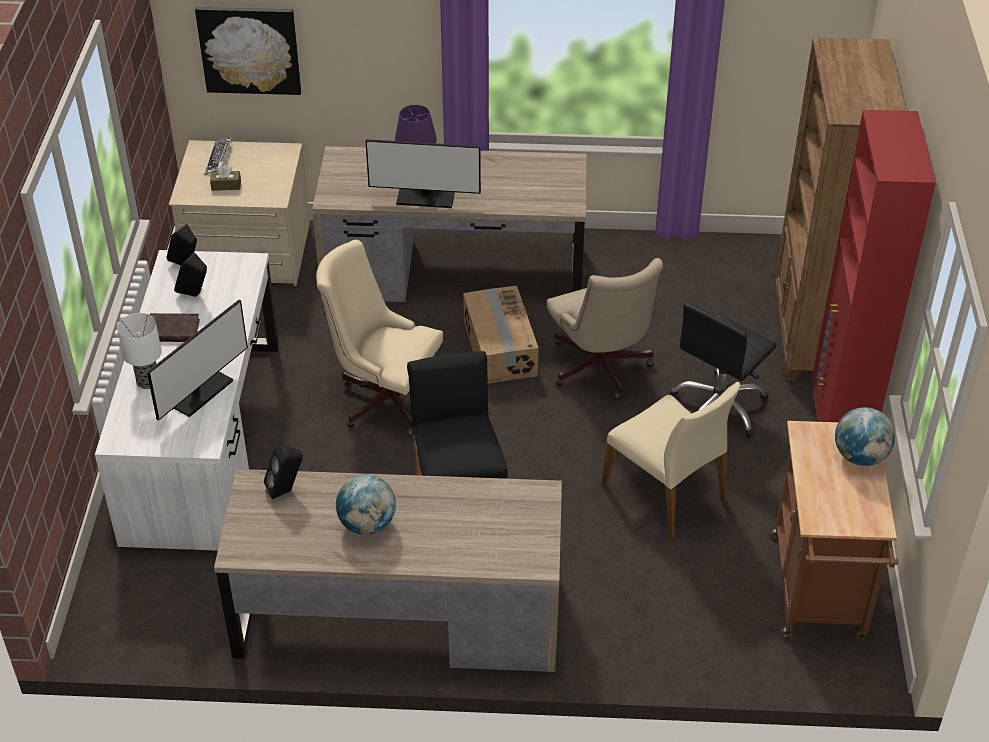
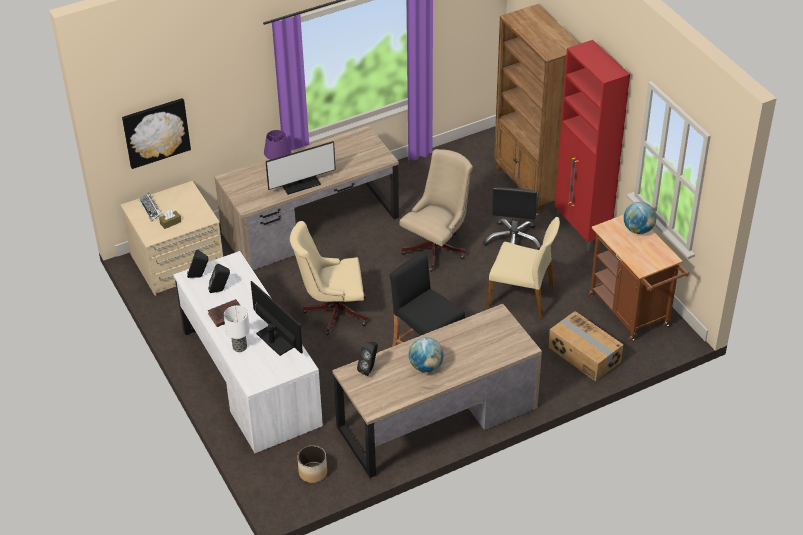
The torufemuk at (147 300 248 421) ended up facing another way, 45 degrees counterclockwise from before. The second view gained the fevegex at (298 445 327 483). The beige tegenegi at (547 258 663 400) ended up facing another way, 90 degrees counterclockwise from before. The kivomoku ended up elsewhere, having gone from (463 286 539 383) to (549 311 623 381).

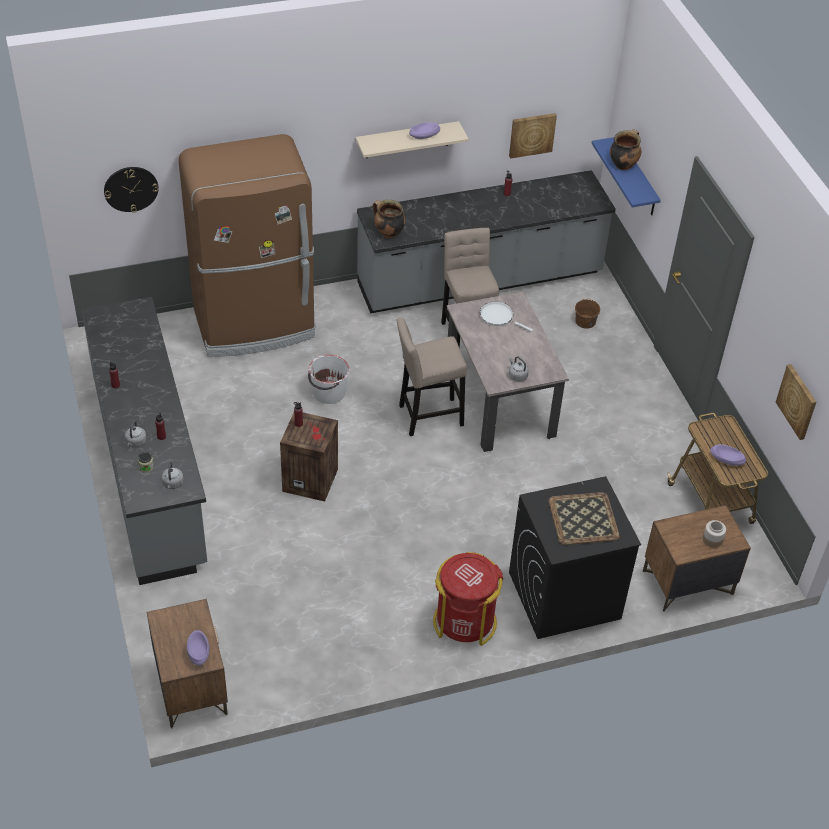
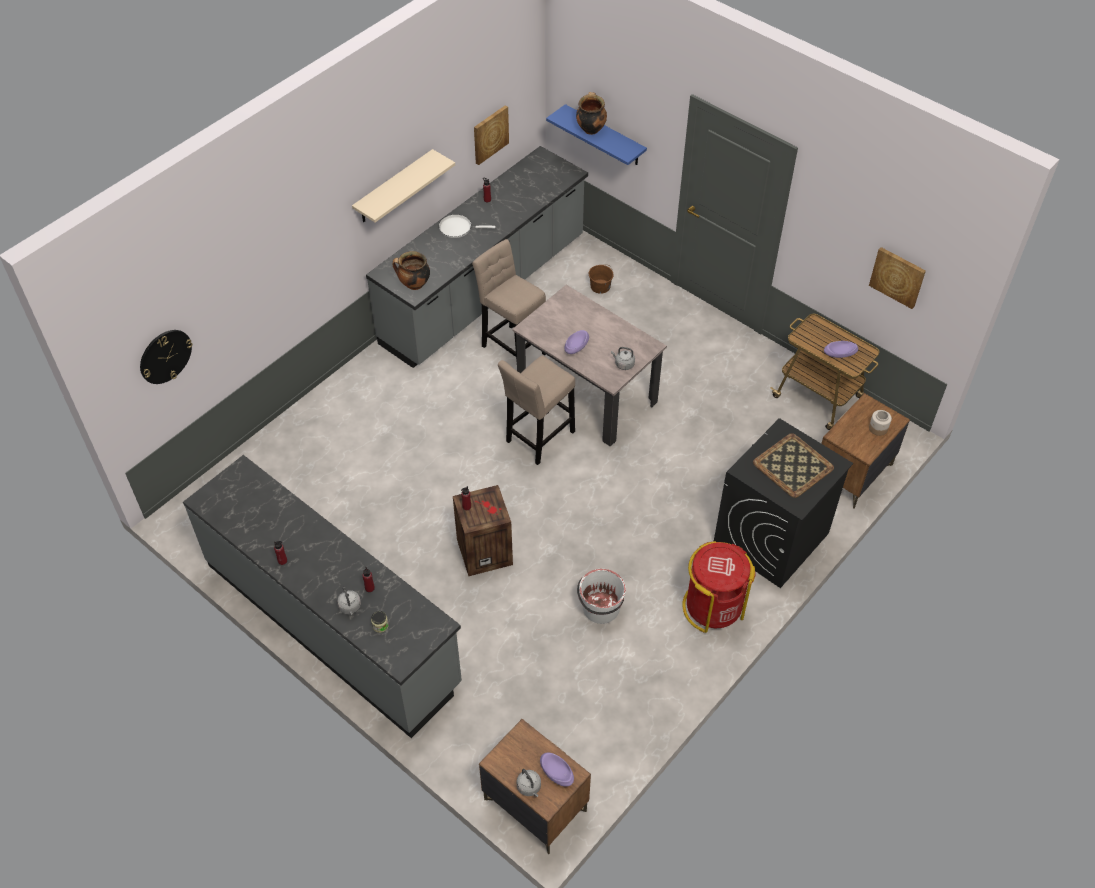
The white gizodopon ended up elsewhere, having gone from (480 302 533 332) to (439 214 495 238). The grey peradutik ended up elsewhere, having gone from (161 462 184 489) to (517 769 541 797). The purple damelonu ended up elsewhere, having gone from (409 123 440 139) to (565 330 589 354). The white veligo ended up elsewhere, having gone from (308 355 350 404) to (577 569 626 624). The second view lost the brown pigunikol at (178 134 316 357).

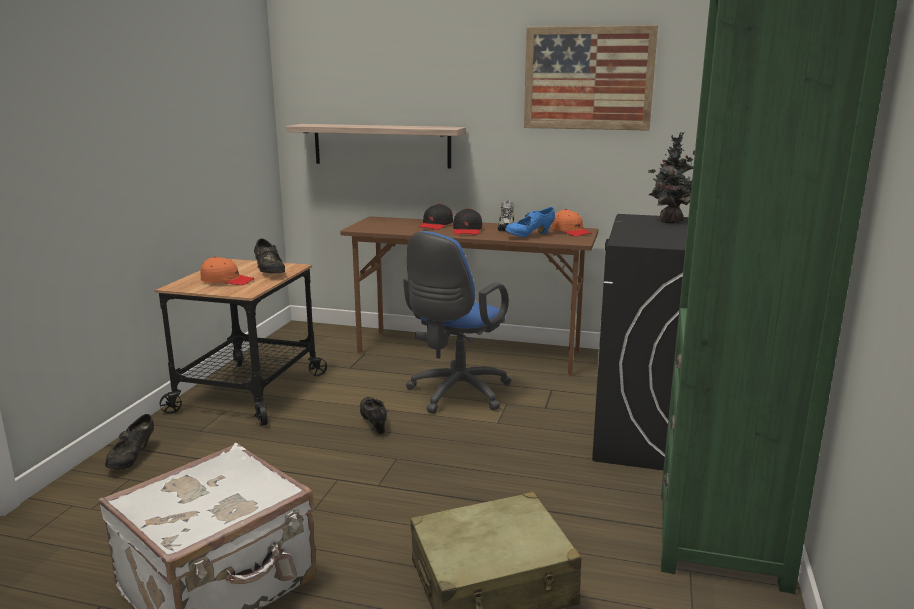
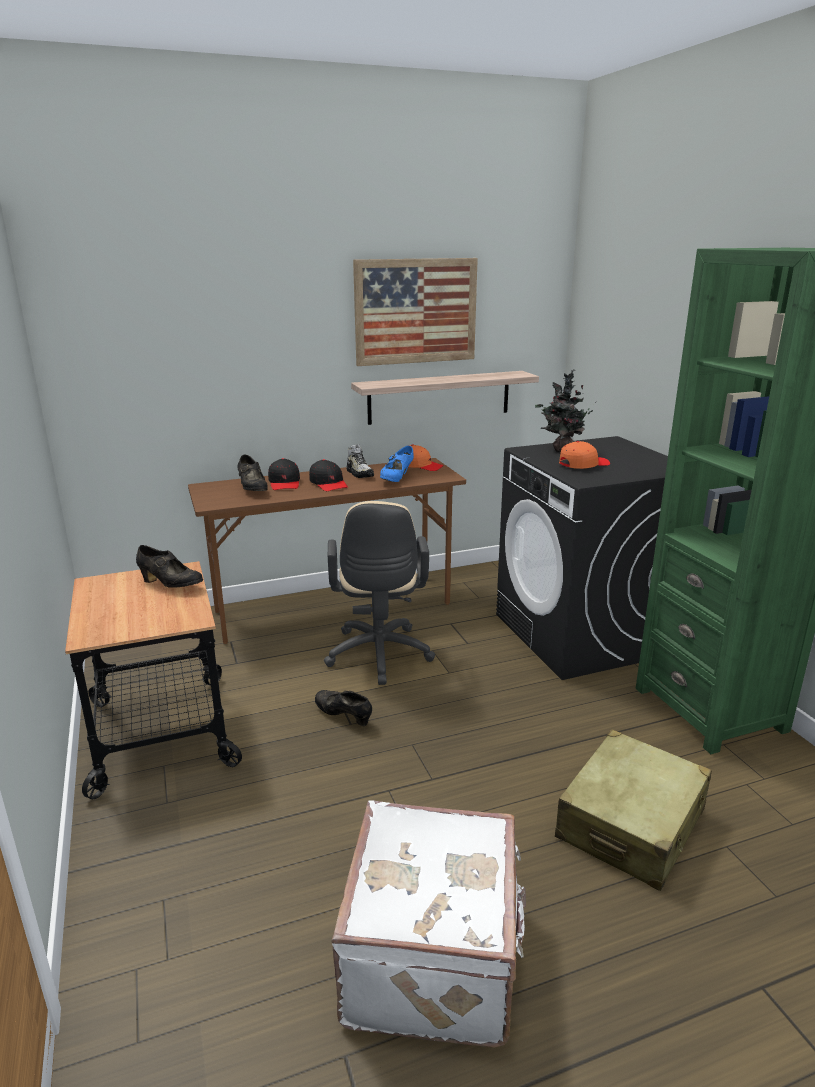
The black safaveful ended up elsewhere, having gone from (105 414 154 470) to (237 455 268 491). What was the blue tegenegi at (403 231 512 414) turned into the beige tegenegi at (324 501 435 685). The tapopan ended up elsewhere, having gone from (286 124 466 168) to (351 371 539 425). The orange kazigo ended up elsewhere, having gone from (200 257 254 285) to (559 441 610 469).

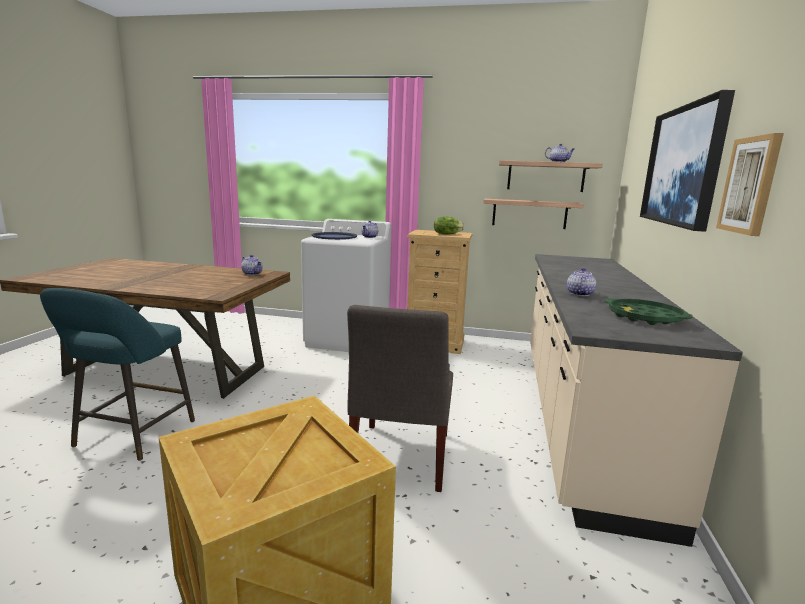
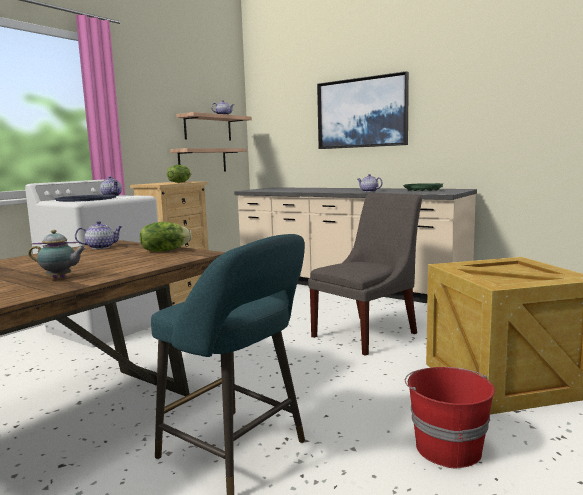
The second view gained the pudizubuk at (28 230 86 278). The second view gained the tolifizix at (140 222 192 252). The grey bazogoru at (347 305 453 492) ended up facing another way, 75 degrees counterclockwise from before. The second view gained the red veligo at (405 367 495 469). The second view lost the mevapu at (716 133 784 236).

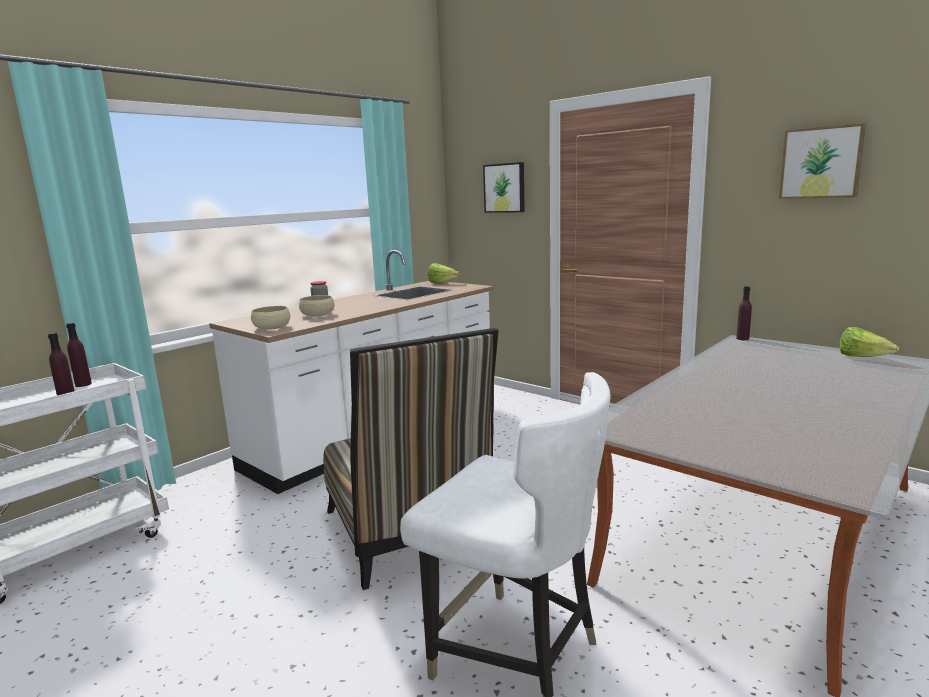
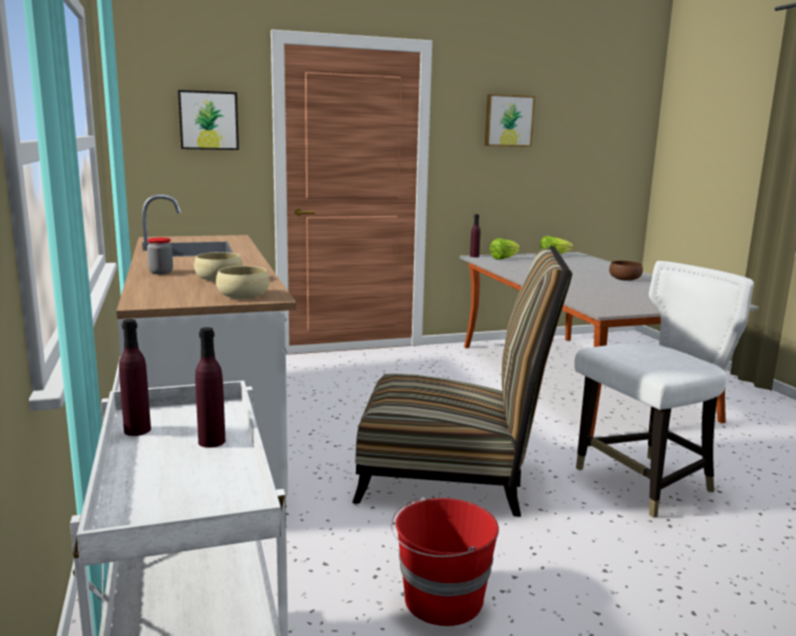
The second view gained the red veligo at (391 497 499 626). The tolifizix ended up elsewhere, having gone from (428 263 460 283) to (490 238 520 260). The second view gained the brown damelonu at (609 261 643 281).

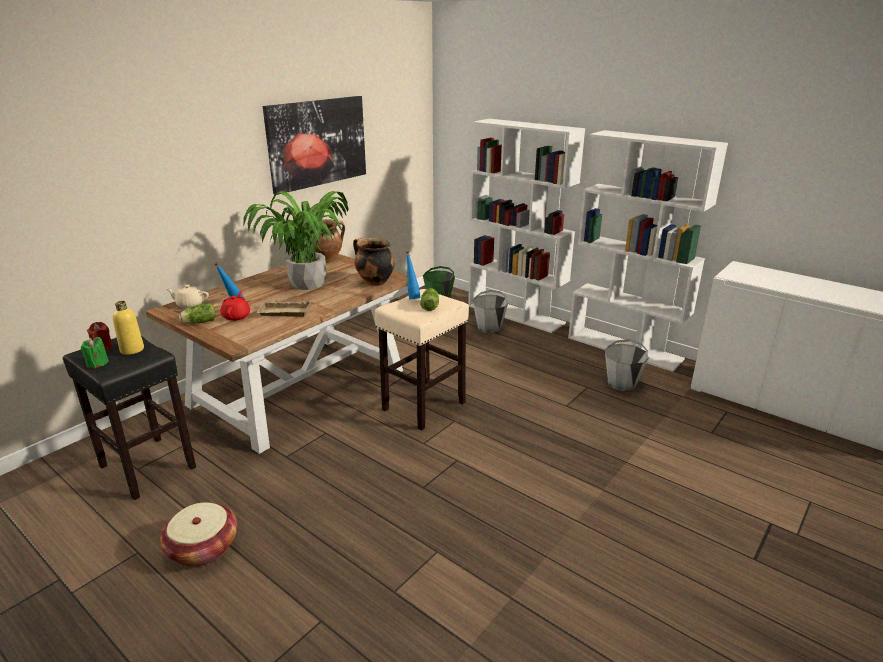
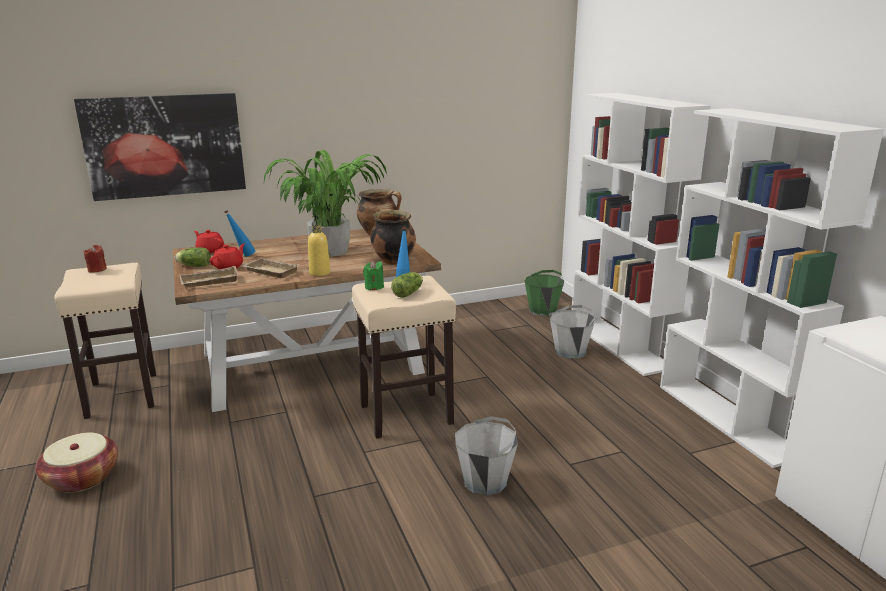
What was the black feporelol at (63 336 196 500) turned into the beige feporelol at (54 263 156 419). The mevapu ended up elsewhere, having gone from (263 96 366 195) to (74 93 246 201). The second view gained the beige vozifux at (179 266 239 288). What was the beige pudizubuk at (165 285 209 309) turned into the red pudizubuk at (194 230 224 253). The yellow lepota ended up elsewhere, having gone from (113 301 144 355) to (308 225 331 276). The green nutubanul ended up elsewhere, having gone from (81 337 109 368) to (363 261 384 291). The grey veligo ended up elsewhere, having gone from (605 339 649 391) to (455 416 518 496).

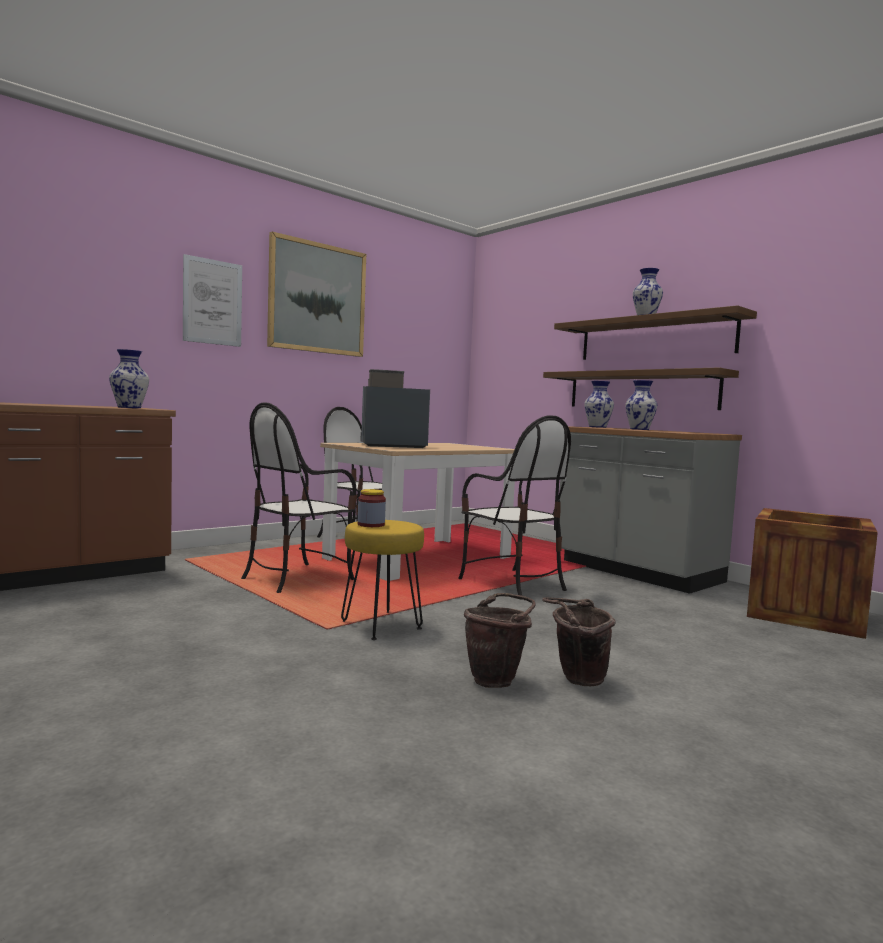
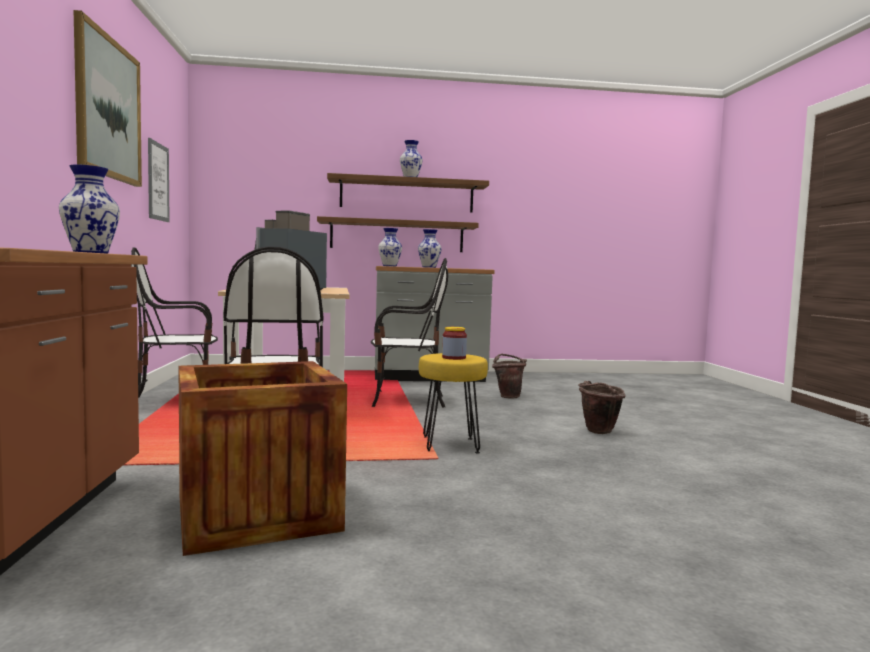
The mevapu ended up elsewhere, having gone from (183 254 242 347) to (148 138 170 222). The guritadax ended up elsewhere, having gone from (747 508 878 639) to (178 361 347 556). The brown veligo ended up elsewhere, having gone from (464 593 536 688) to (492 354 527 399).

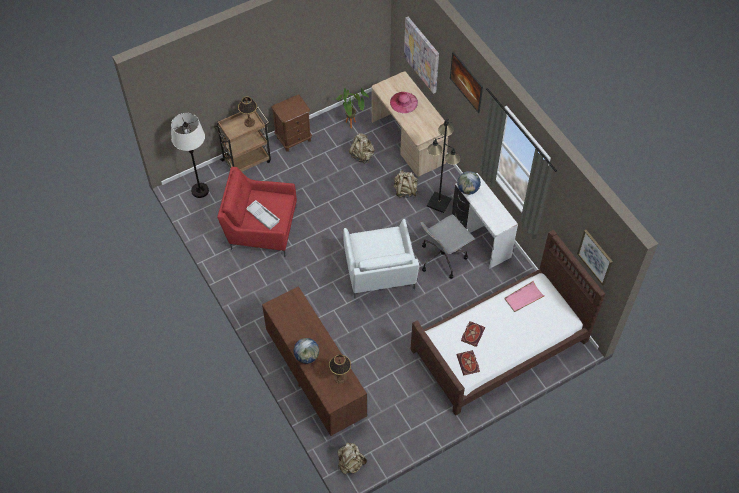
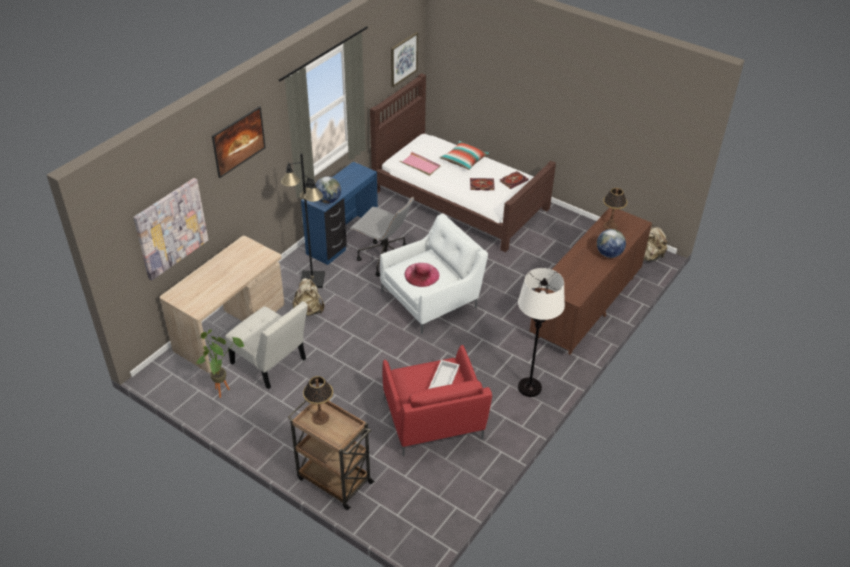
Where the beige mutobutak stood at (349 133 374 164), the white bazogoru came to stand at (225 301 308 389). What was the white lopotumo at (452 173 518 269) turned into the blue lopotumo at (301 161 378 265). The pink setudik ended up elsewhere, having gone from (390 92 418 113) to (405 263 439 287). The second view gained the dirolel at (440 141 489 170). The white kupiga ended up elsewhere, having gone from (171 113 209 198) to (518 268 565 397). The second view lost the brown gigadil at (272 94 312 152).

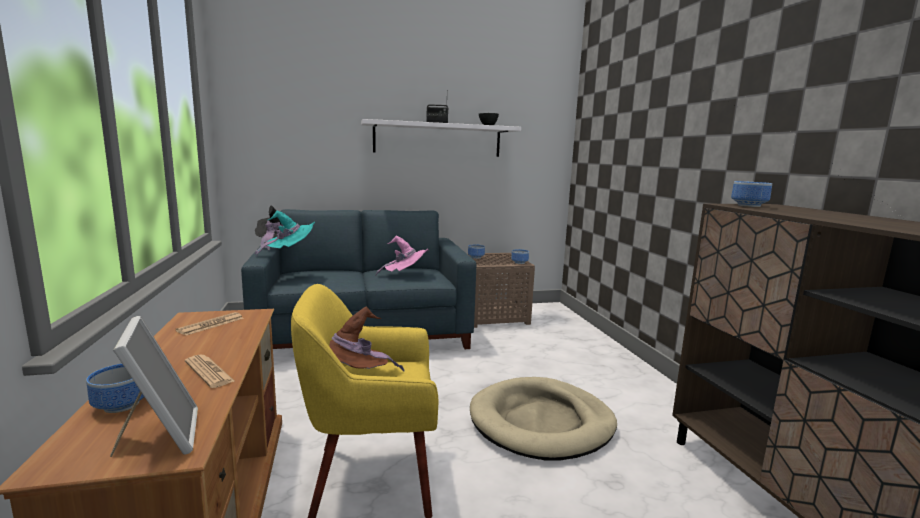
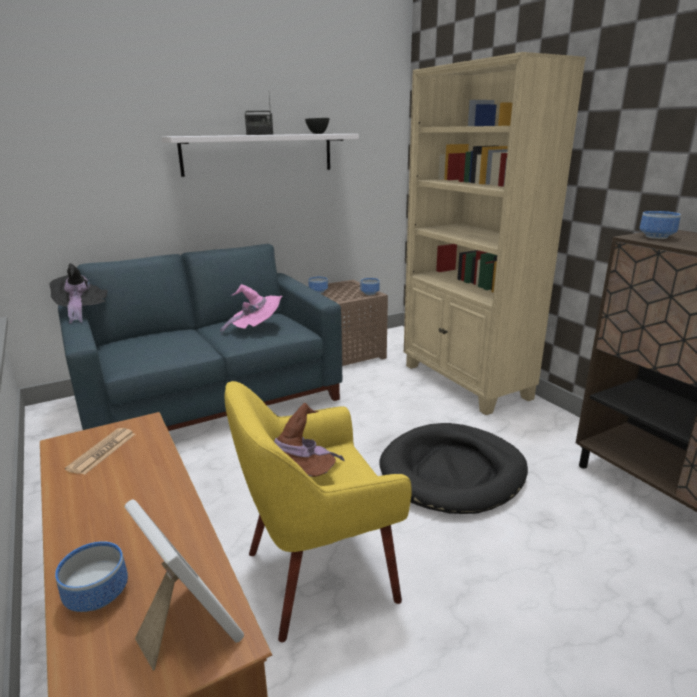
What was the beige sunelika at (470 377 617 460) turned into the black sunelika at (380 423 528 514). The second view gained the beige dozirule at (404 52 586 415). The second view lost the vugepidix at (185 355 234 388). The second view lost the turquoise setudik at (255 210 315 256).

